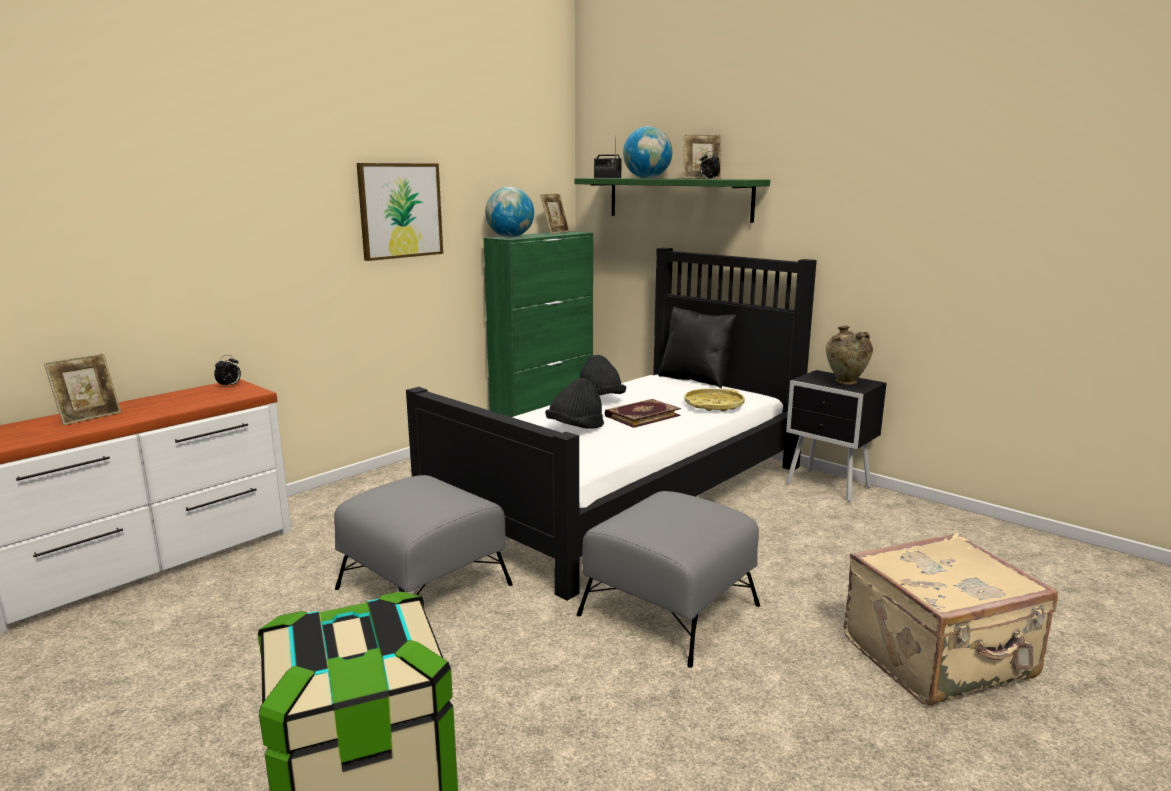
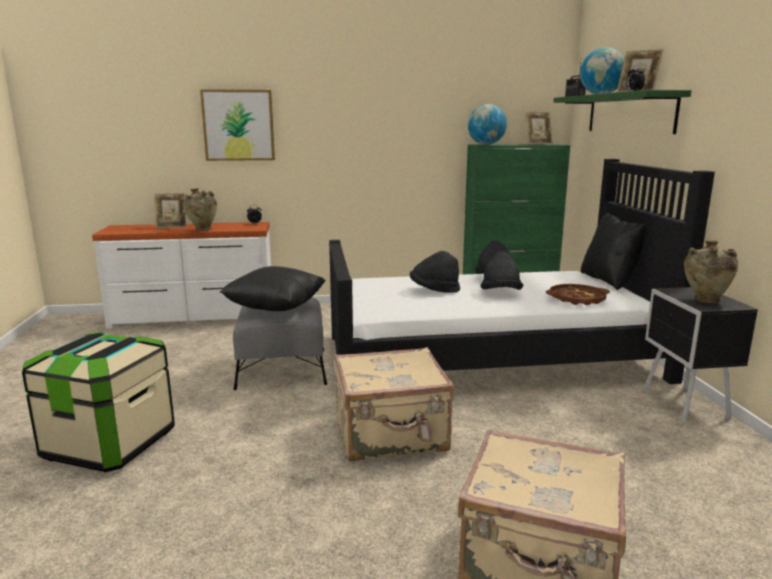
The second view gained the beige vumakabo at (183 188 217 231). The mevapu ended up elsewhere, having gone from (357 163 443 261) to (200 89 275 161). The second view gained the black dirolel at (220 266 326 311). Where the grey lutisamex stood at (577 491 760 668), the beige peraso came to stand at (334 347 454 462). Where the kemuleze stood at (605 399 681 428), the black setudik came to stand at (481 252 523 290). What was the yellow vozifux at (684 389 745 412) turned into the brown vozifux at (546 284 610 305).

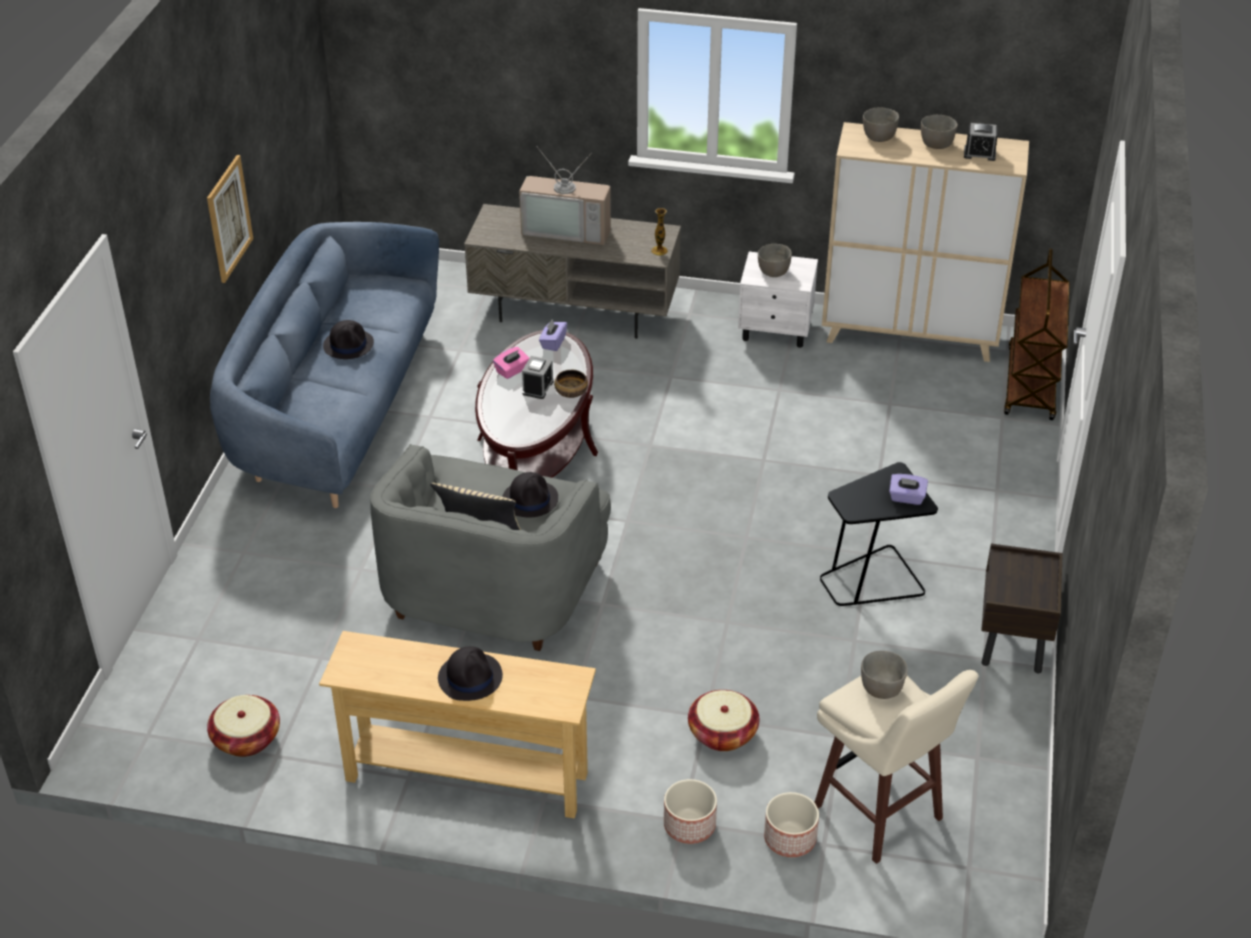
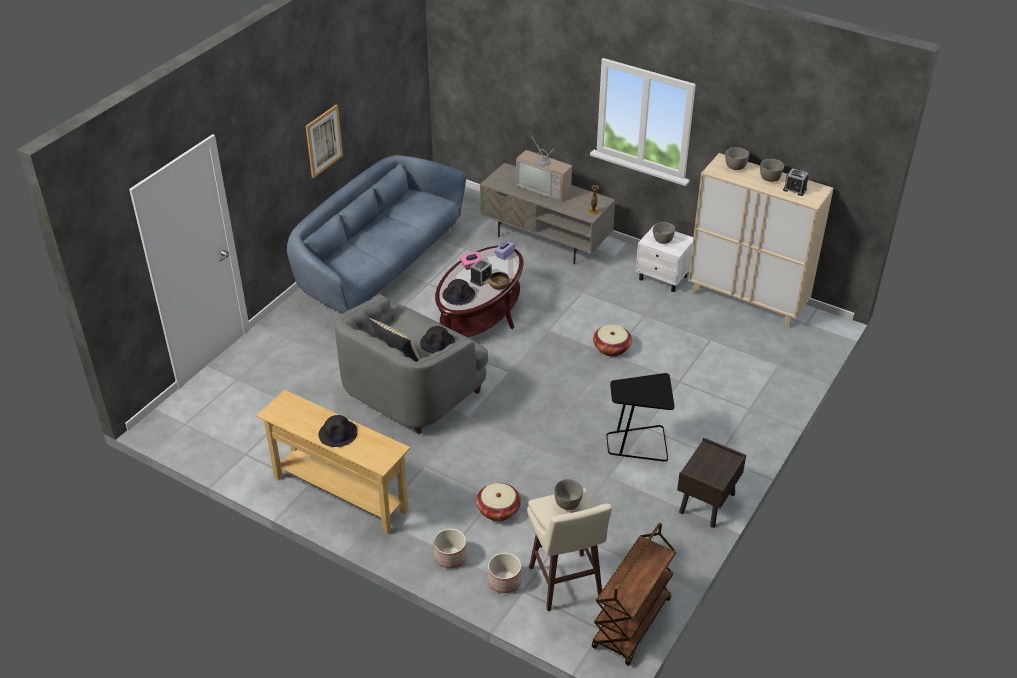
The black setudik ended up elsewhere, having gone from (323 320 374 359) to (442 279 475 305). The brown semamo ended up elsewhere, having gone from (1004 248 1070 420) to (592 523 677 665). The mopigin ended up elsewhere, having gone from (207 695 280 757) to (593 324 632 357). The second view lost the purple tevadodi at (889 474 928 505).

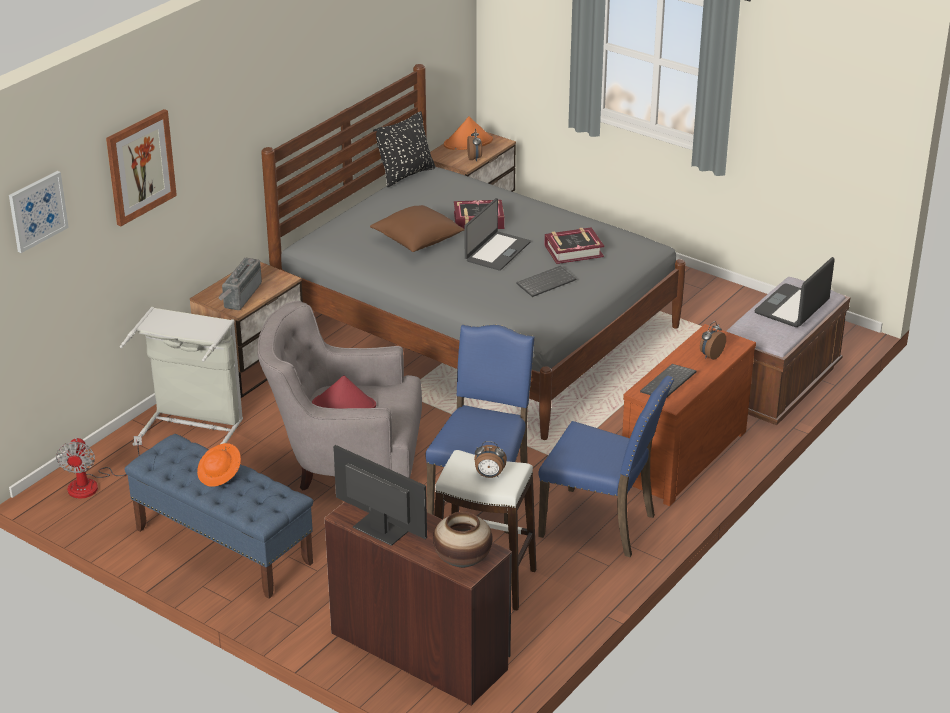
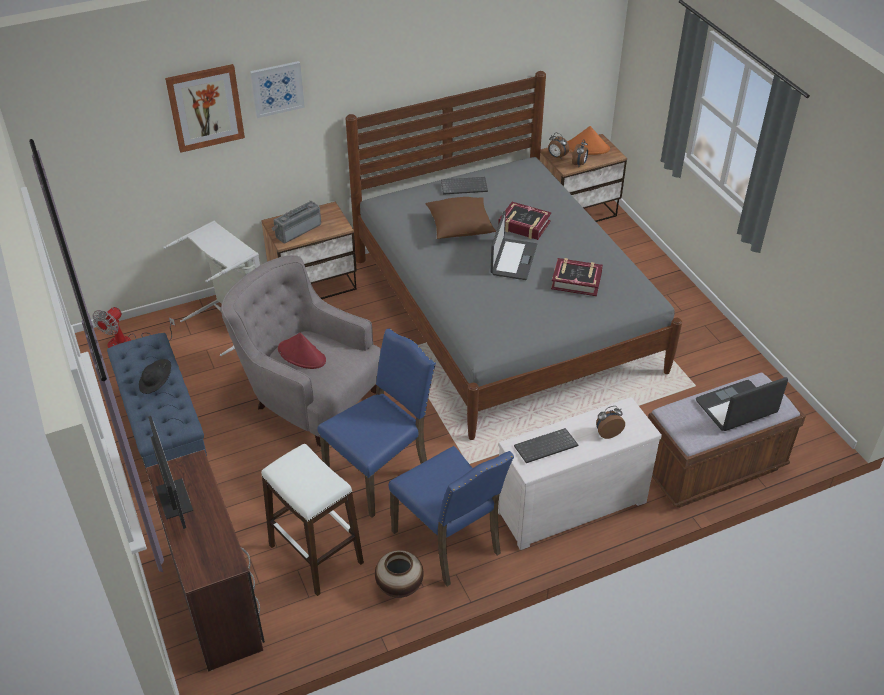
What was the orange setudik at (197 443 241 487) turned into the black setudik at (139 359 171 394). The mevapu ended up elsewhere, having gone from (9 171 69 253) to (250 61 305 118). The vumakabo ended up elsewhere, having gone from (433 511 493 568) to (375 550 424 598). The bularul ended up elsewhere, having gone from (516 266 576 297) to (441 177 488 195). The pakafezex at (465 198 531 271) ended up facing another way, 45 degrees counterclockwise from before. What was the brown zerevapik at (622 324 756 506) turned into the white zerevapik at (498 397 662 550). The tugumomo ended up elsewhere, having gone from (474 441 507 478) to (548 133 569 158). The second view lost the black dirolel at (373 111 435 187).

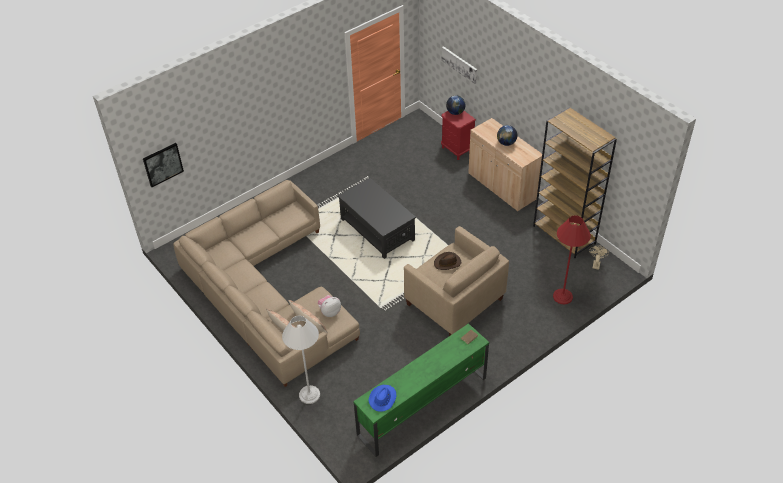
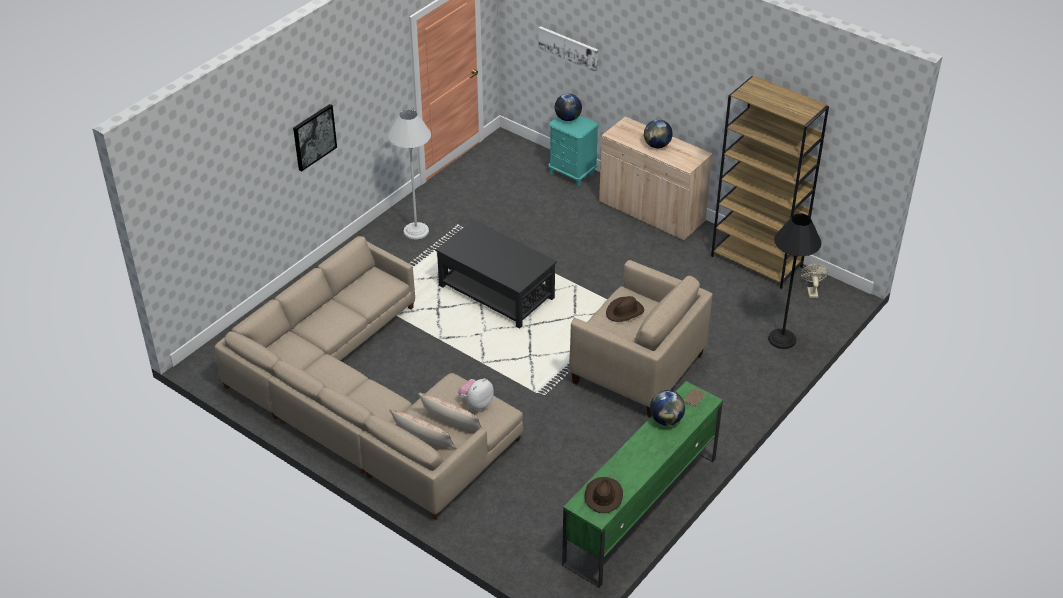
The mevapu ended up elsewhere, having gone from (143 143 184 187) to (293 104 337 172). The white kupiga ended up elsewhere, having gone from (282 315 320 404) to (388 109 431 240). What was the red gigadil at (441 111 476 160) turned into the turquoise gigadil at (548 115 599 187). What was the blue setudik at (368 385 396 412) turned into the brown setudik at (585 477 623 513). The second view gained the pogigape at (650 390 685 426). What was the red kupiga at (553 215 591 304) turned into the black kupiga at (768 213 821 349).

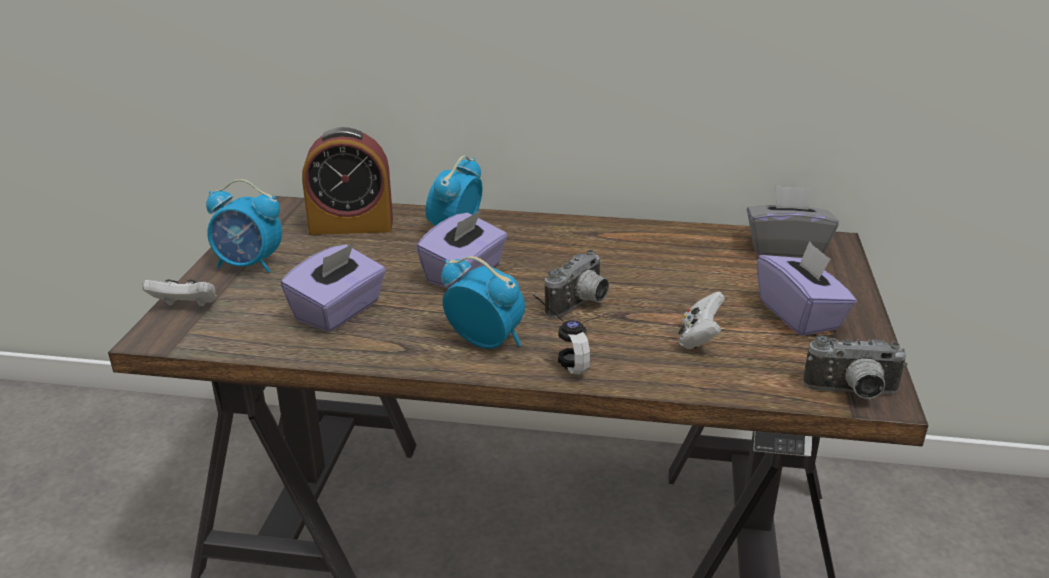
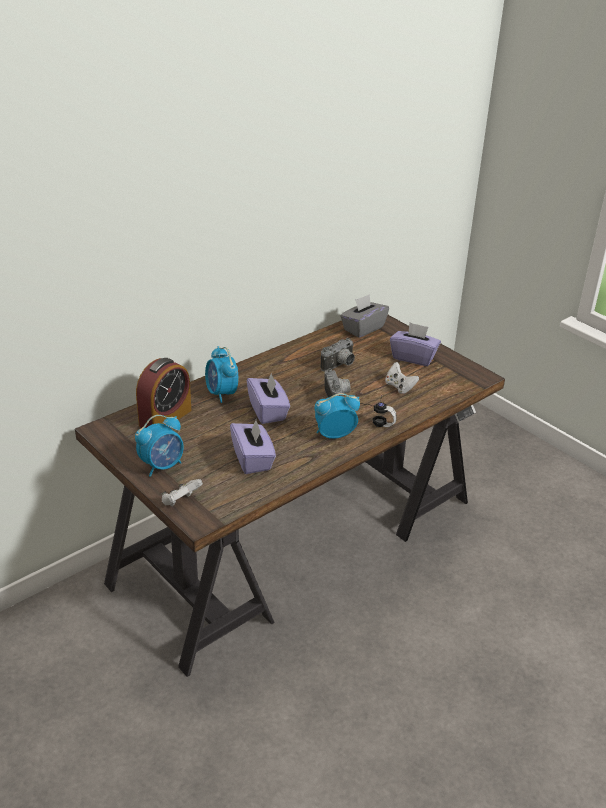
The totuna ended up elsewhere, having gone from (803 335 907 399) to (321 338 355 372).

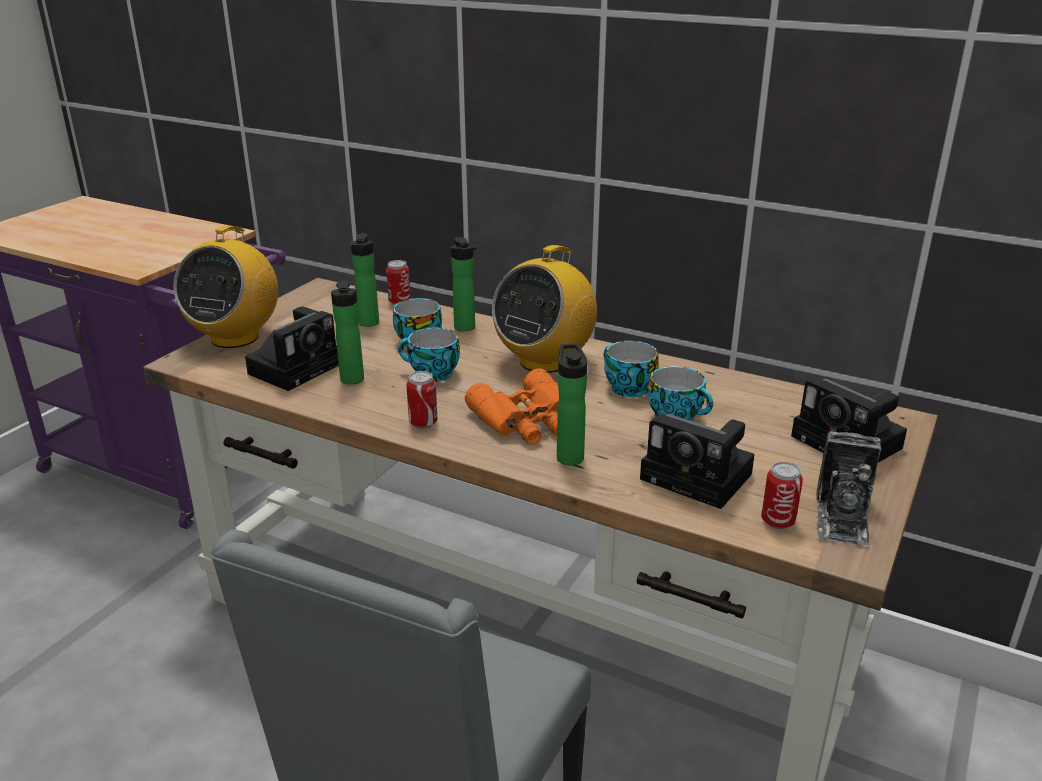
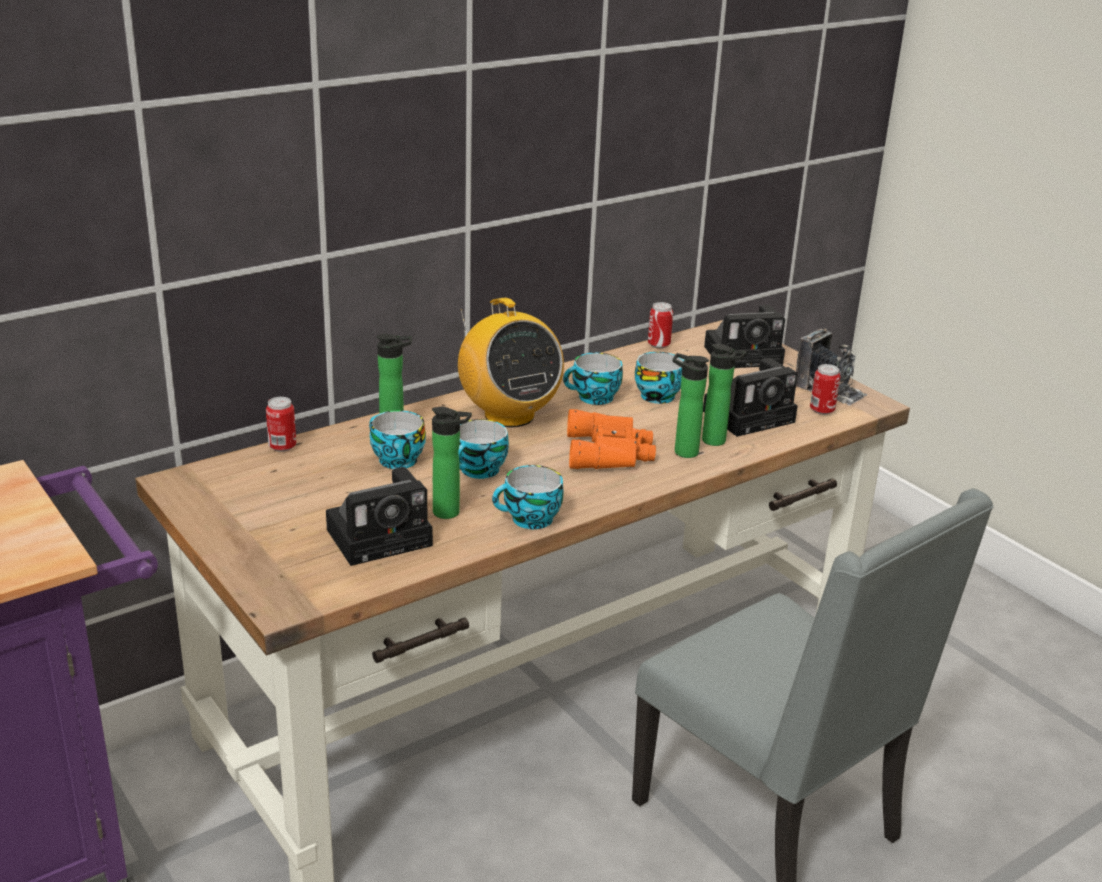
The totuna at (245 307 339 391) ended up facing another way, 90 degrees clockwise from before. The second view gained the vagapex at (492 465 564 529). The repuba ended up elsewhere, having gone from (406 371 438 429) to (648 302 673 349). The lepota ended up elsewhere, having gone from (351 233 379 327) to (702 344 747 446). The second view lost the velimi at (173 226 278 348).

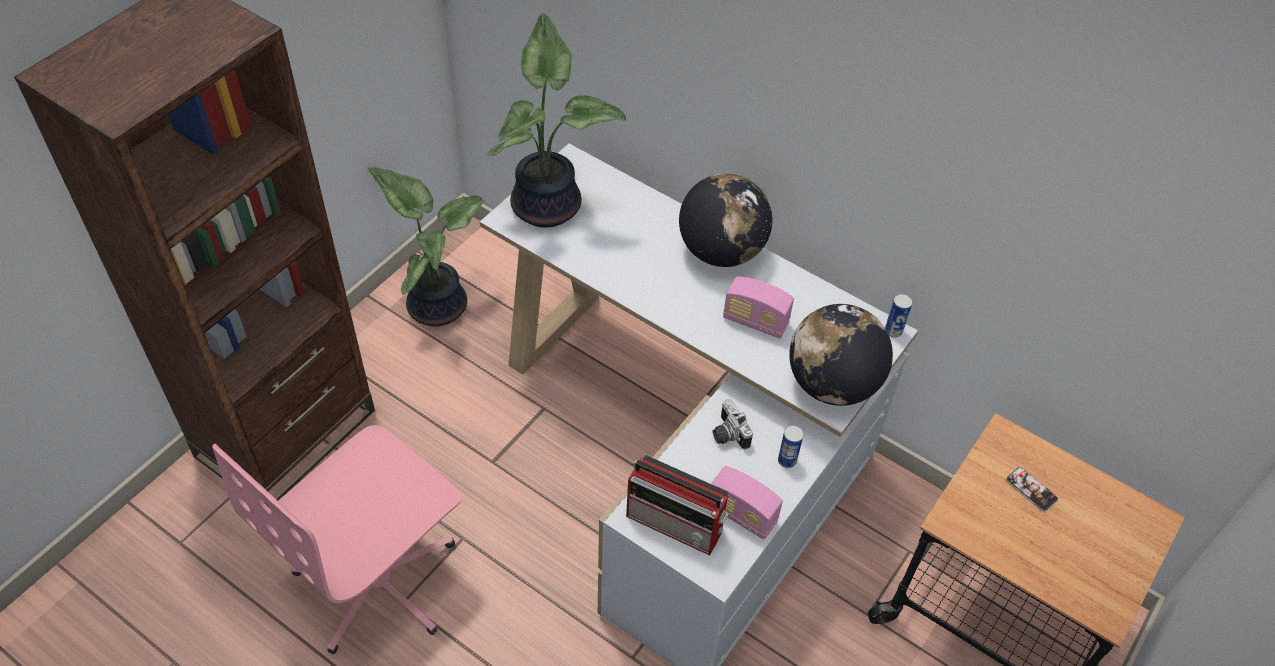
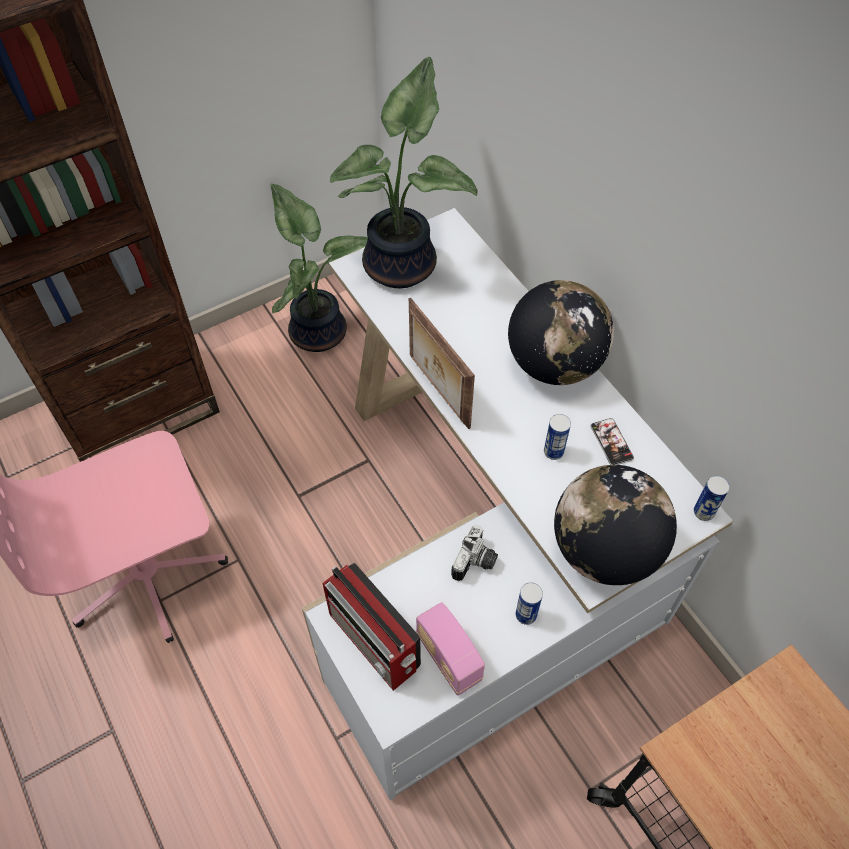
The second view gained the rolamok at (409 298 475 429). The totuna at (713 399 753 449) ended up facing another way, 150 degrees counterclockwise from before. Where the velimi stood at (723 276 794 338), the repuba came to stand at (544 414 571 460). The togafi ended up elsewhere, having gone from (1006 467 1058 512) to (590 418 634 465).

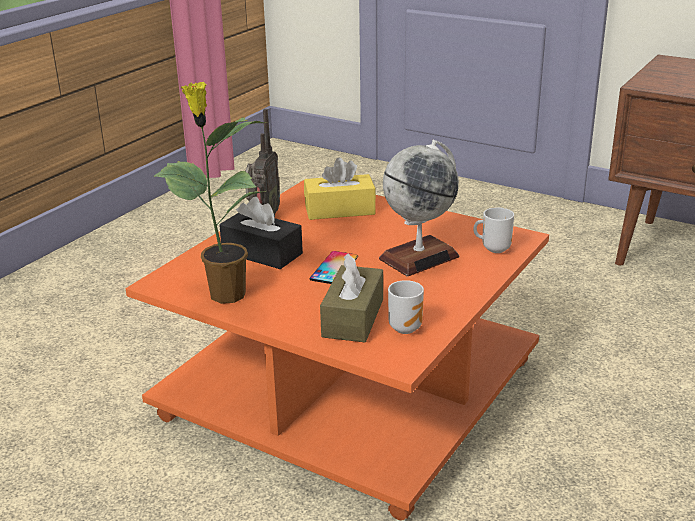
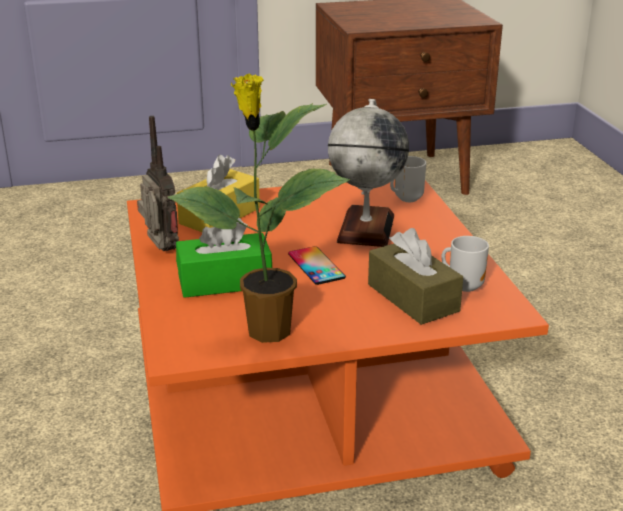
What was the black tevadodi at (219 197 303 269) turned into the green tevadodi at (176 218 272 298).

